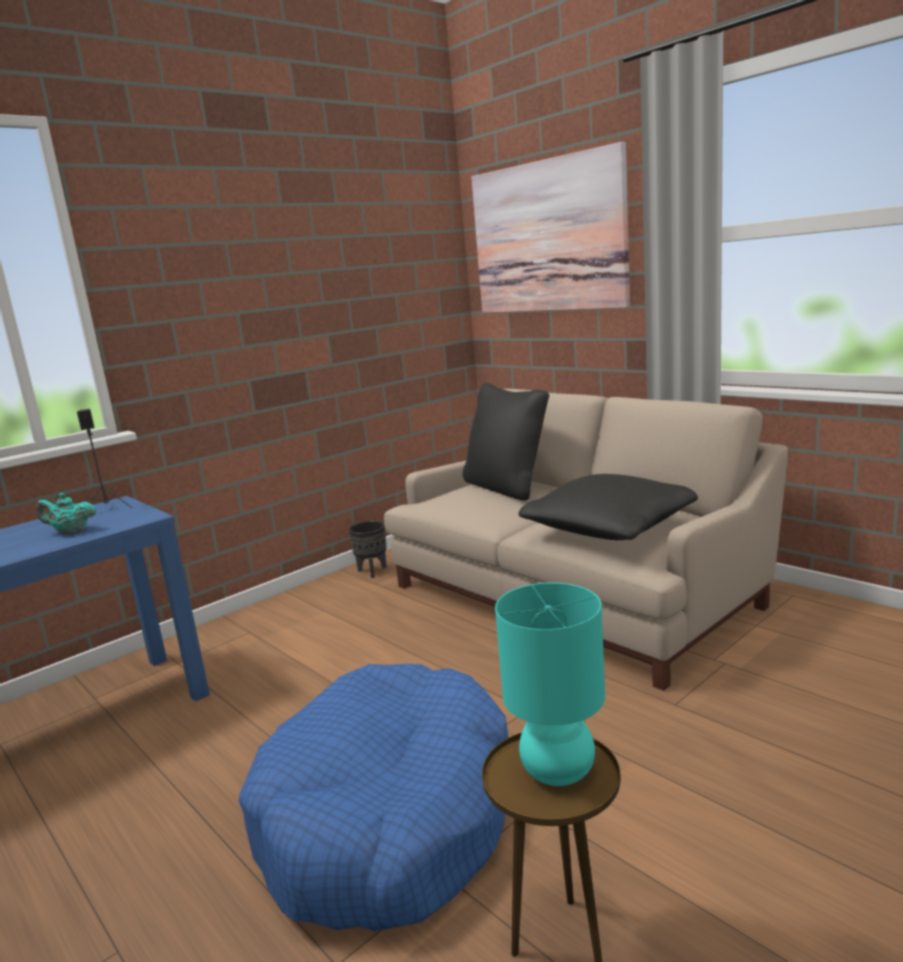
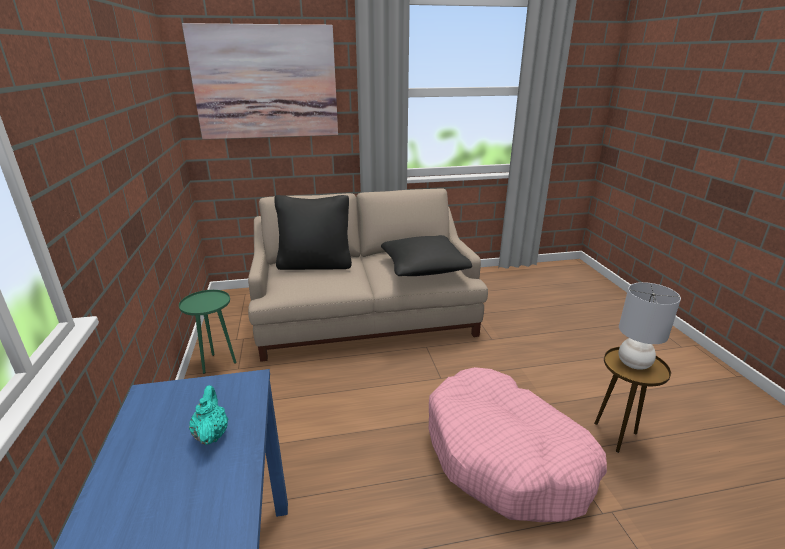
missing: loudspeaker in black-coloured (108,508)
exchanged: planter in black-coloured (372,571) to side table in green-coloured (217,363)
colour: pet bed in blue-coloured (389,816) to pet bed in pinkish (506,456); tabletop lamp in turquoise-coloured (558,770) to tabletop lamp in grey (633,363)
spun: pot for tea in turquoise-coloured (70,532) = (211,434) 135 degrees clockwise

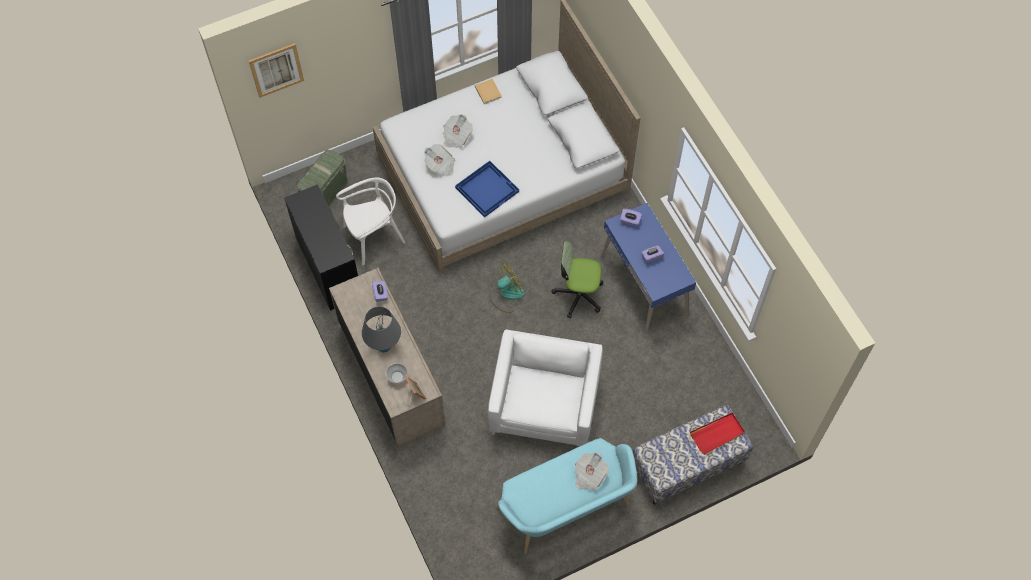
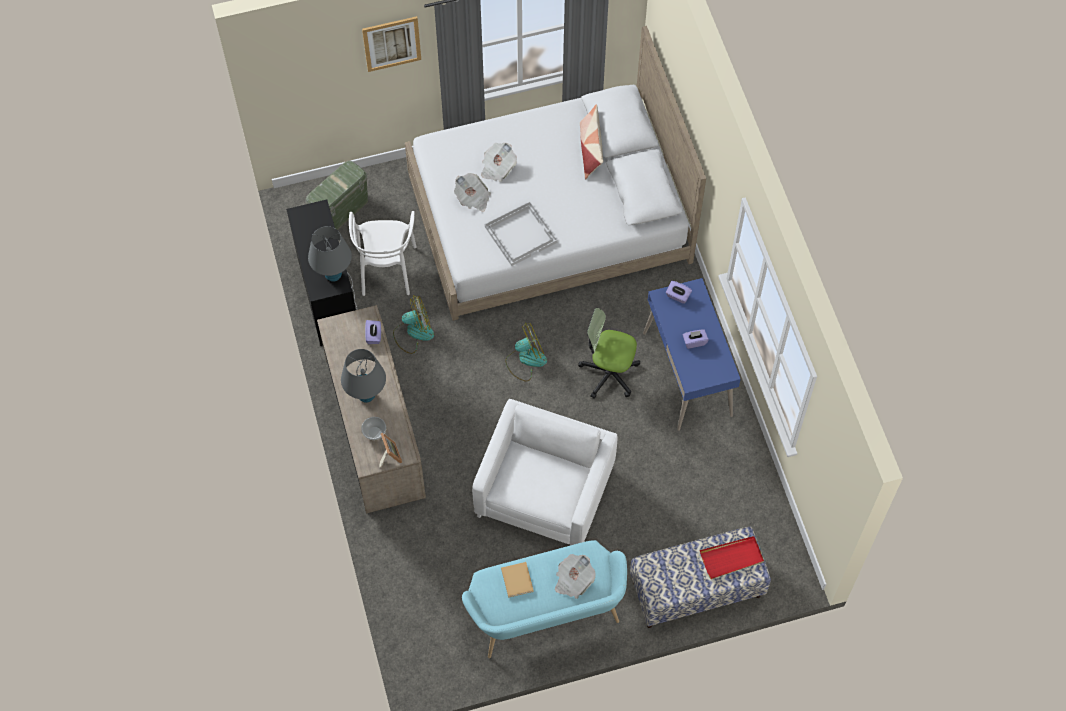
appeared: tabletop lamp in grey (333,275); fan (413,332); pillow (590,150)
relocated: picture (276,70) to (391,43); volume in beige (487,91) to (517,579)
colour: serving tray in blue-coloured (487,189) to serving tray in white (521,234)
spun: upright chair in white (374,237) = (386,269) 105 degrees clockwise

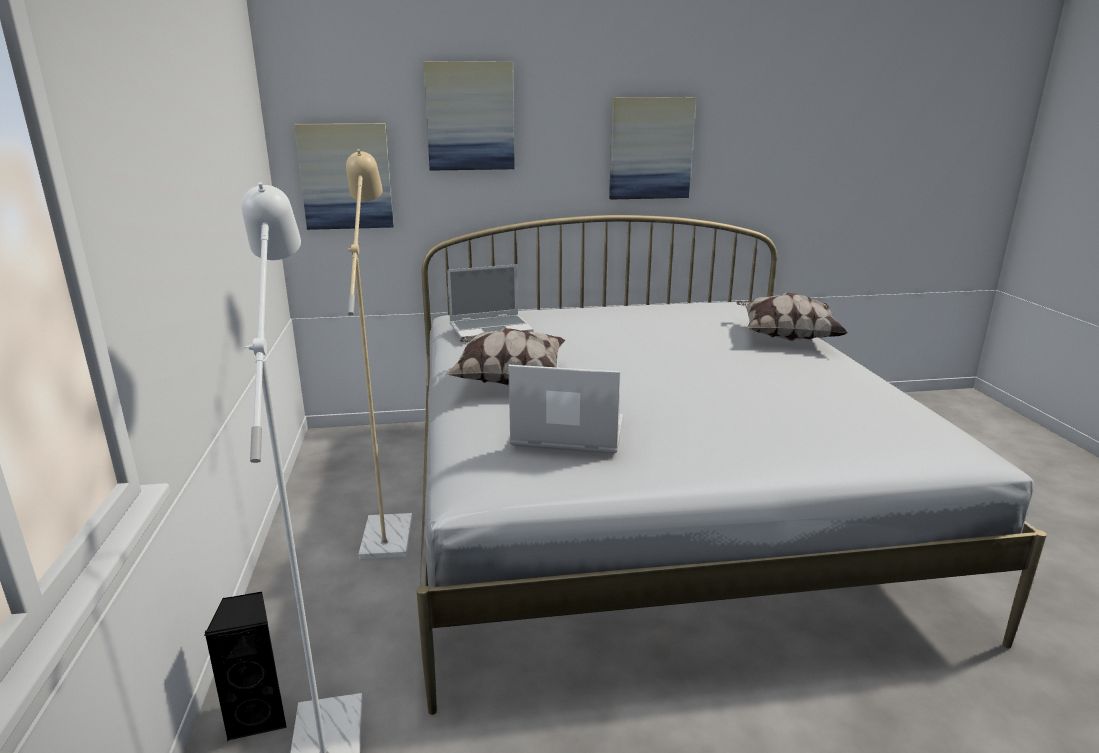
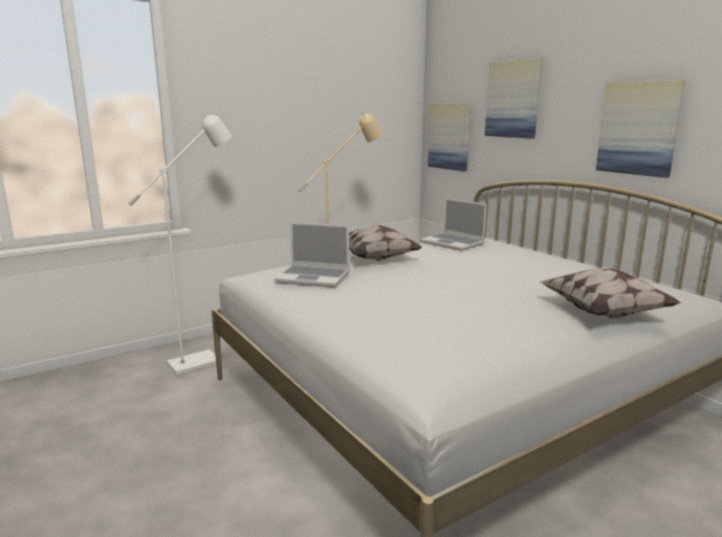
missing: loudspeaker in black-coloured (260,715)
spun: notebook computer (566,434) = (314,277) 120 degrees clockwise

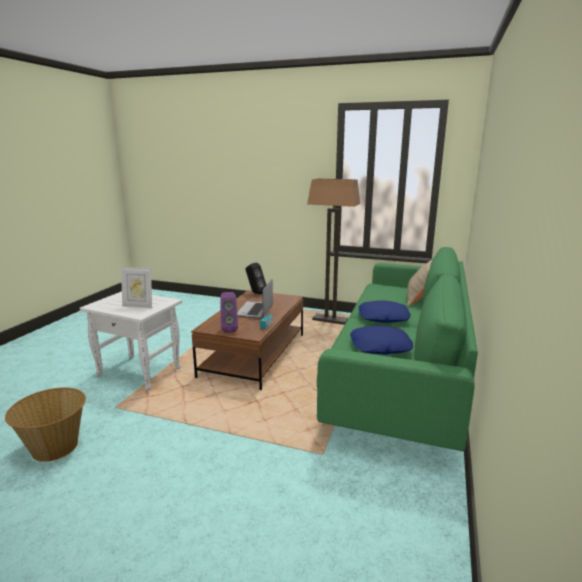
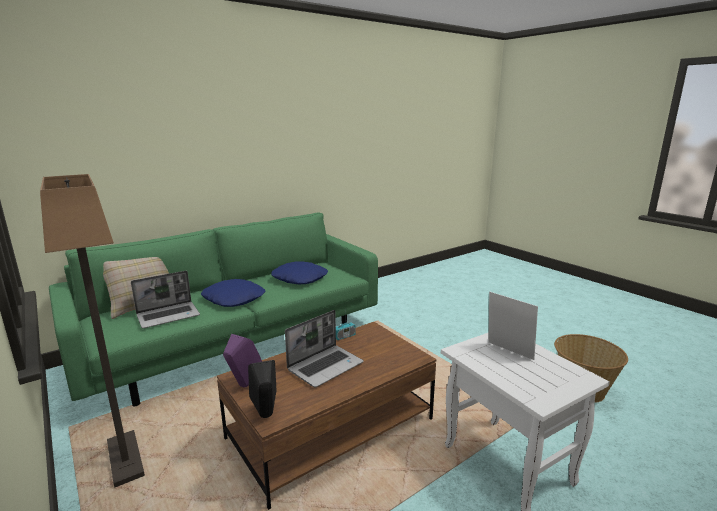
appeared: notebook computer (169,315)
relocated: loudspeaker in purple-coloured (229,329) to (245,386)

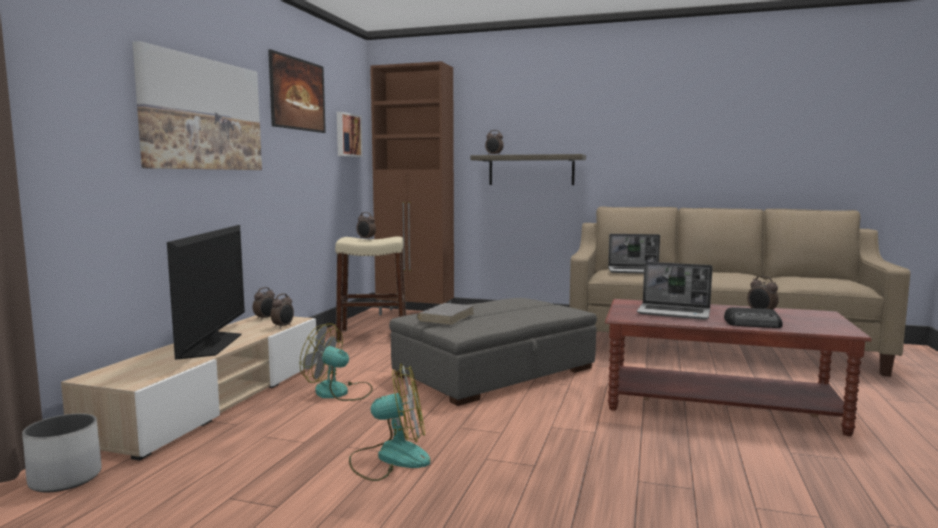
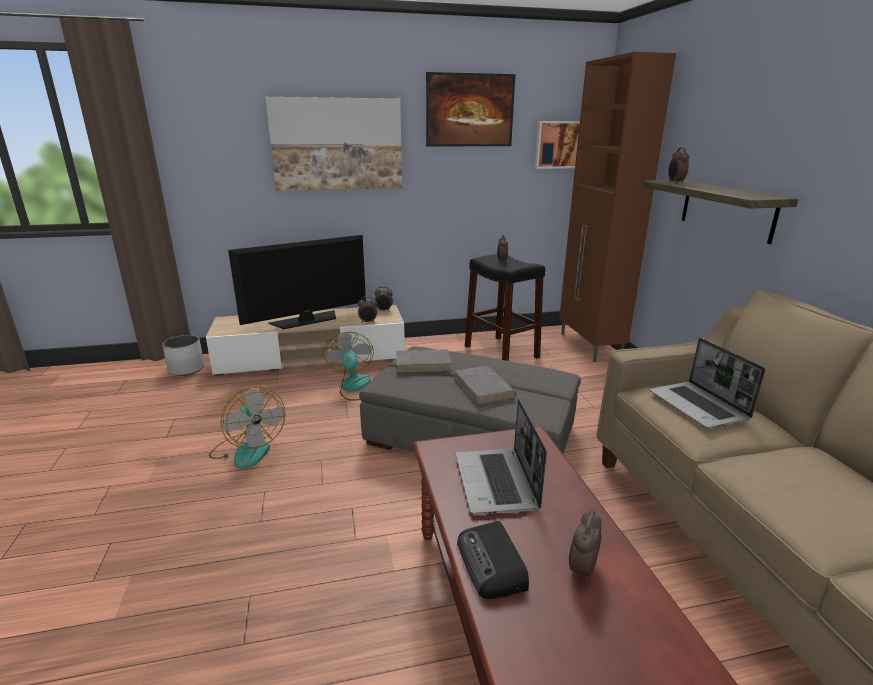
appeared: volume in grey (484,388)
colour: stool in beige (373,335) to stool in black-coloured (501,351)

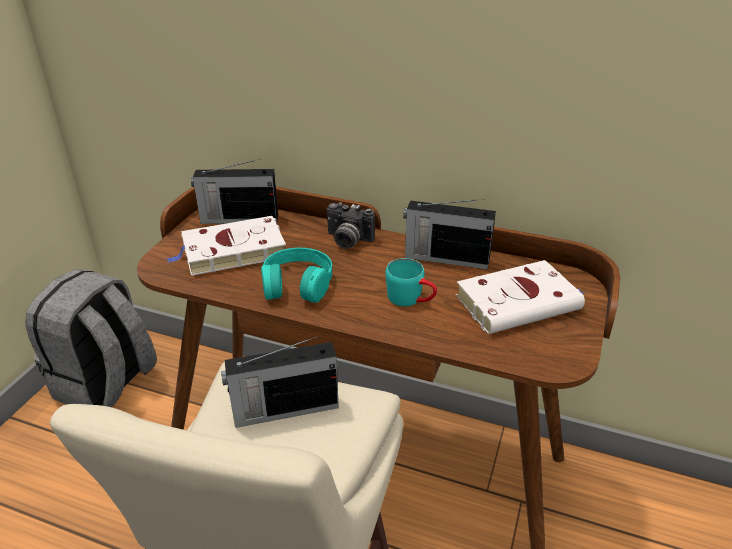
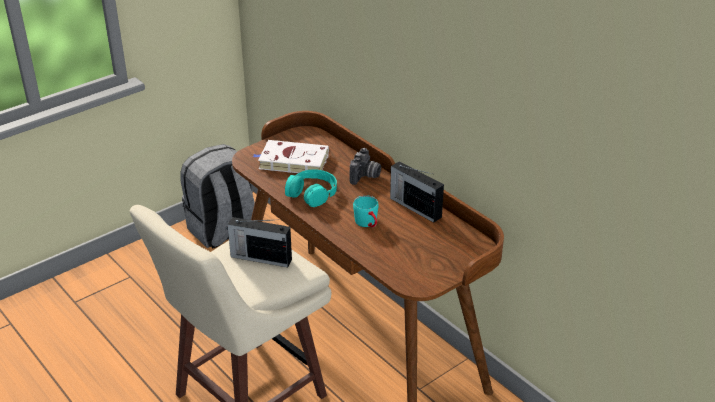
missing: radio (238,219); volume in white (520,302)
spun: photo camera (347,241) = (365,176) 120 degrees counterclockwise

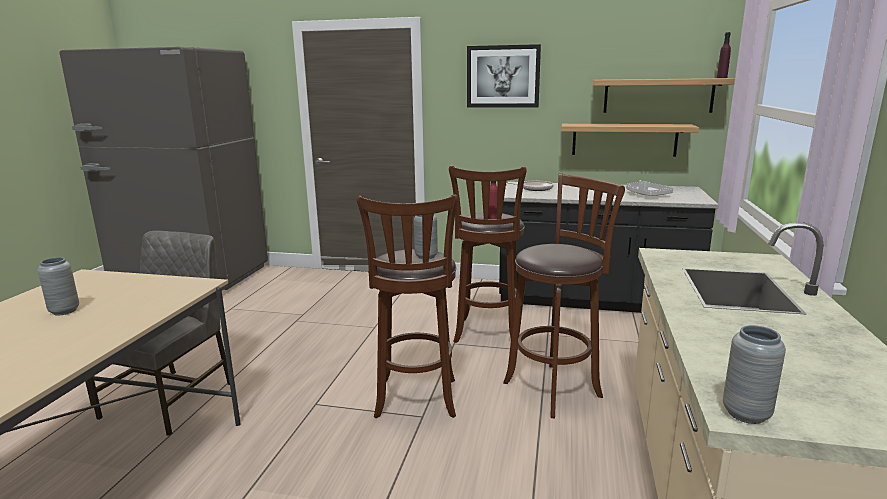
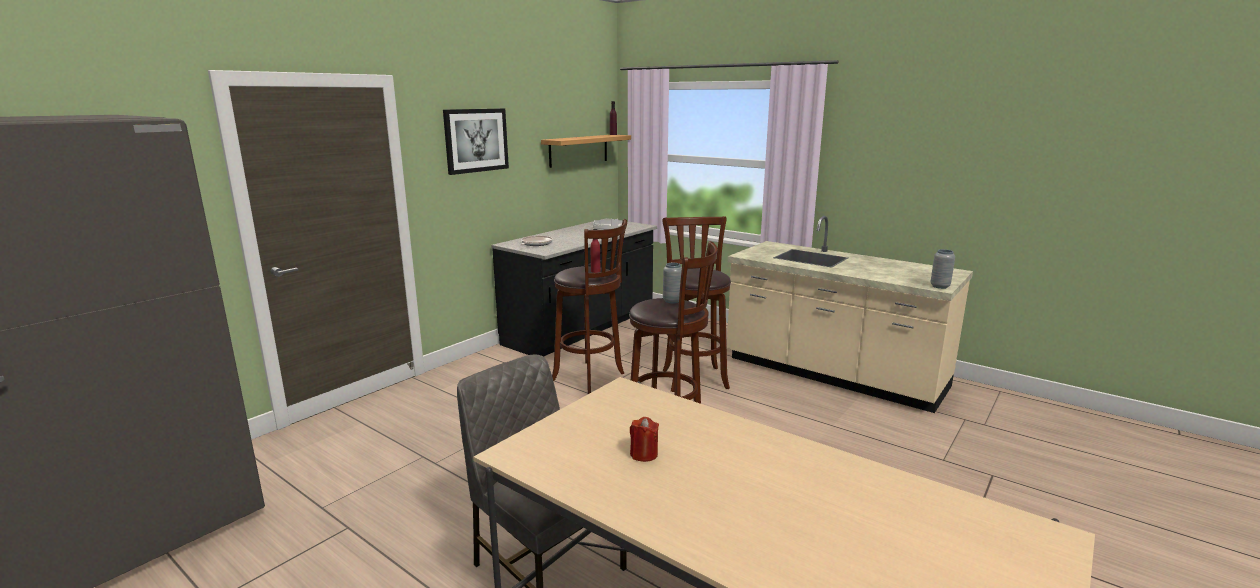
missing: bracket shelf (624,139)
exchanged: vase in grey (64,311) to candle in reddish (644,454)

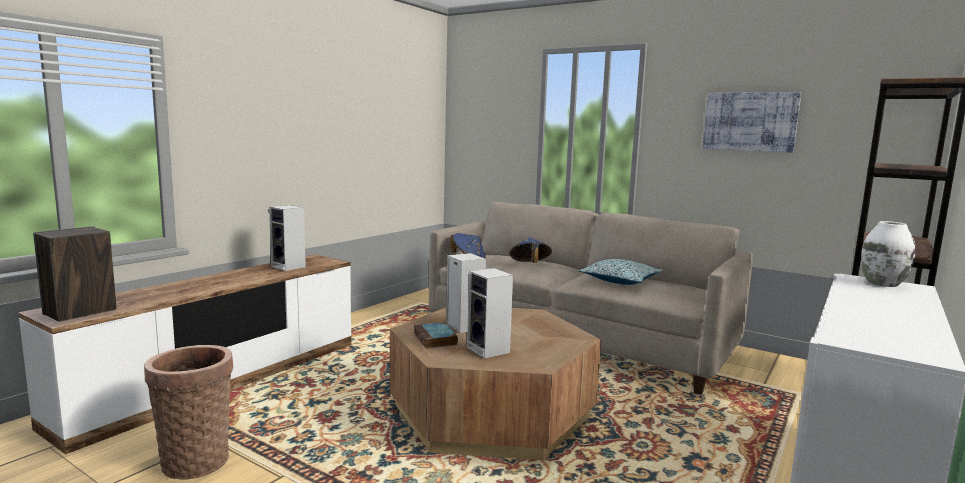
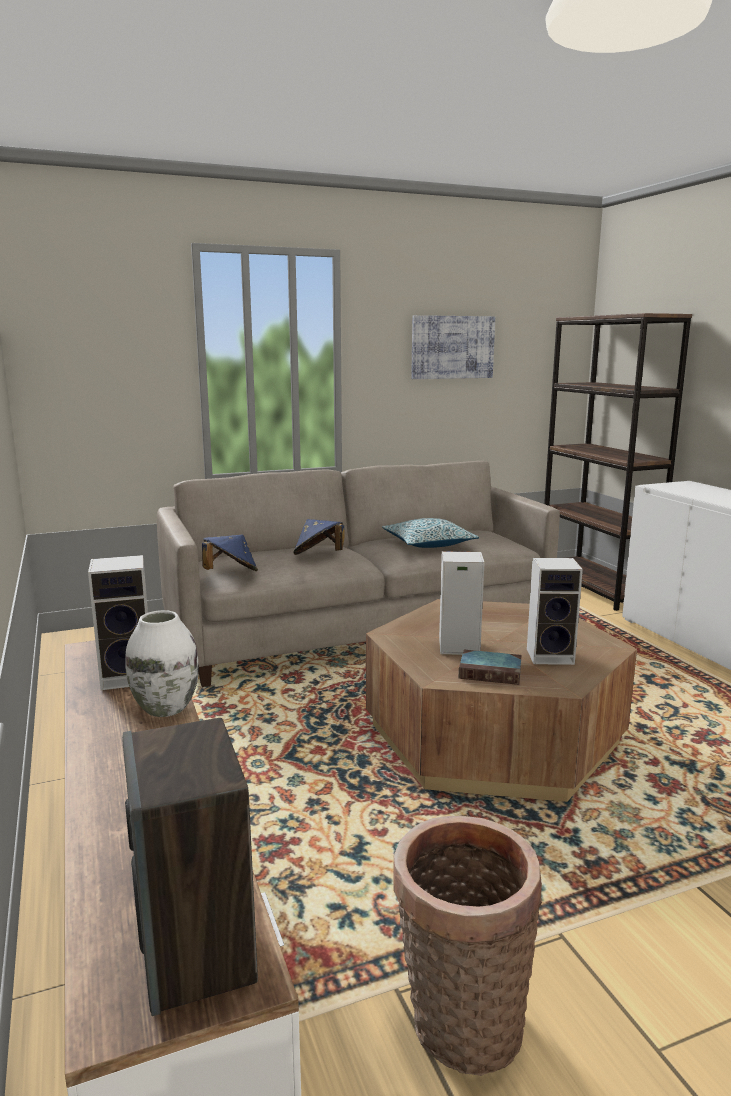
relocated: vase in white (882,283) to (165,707)

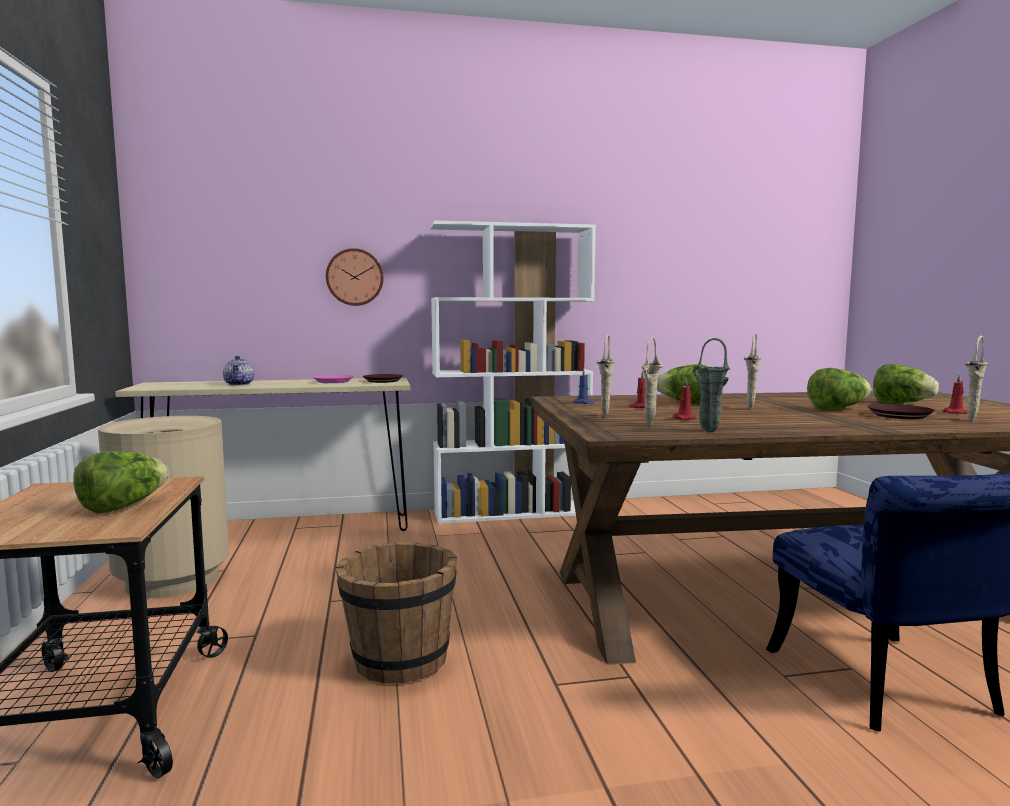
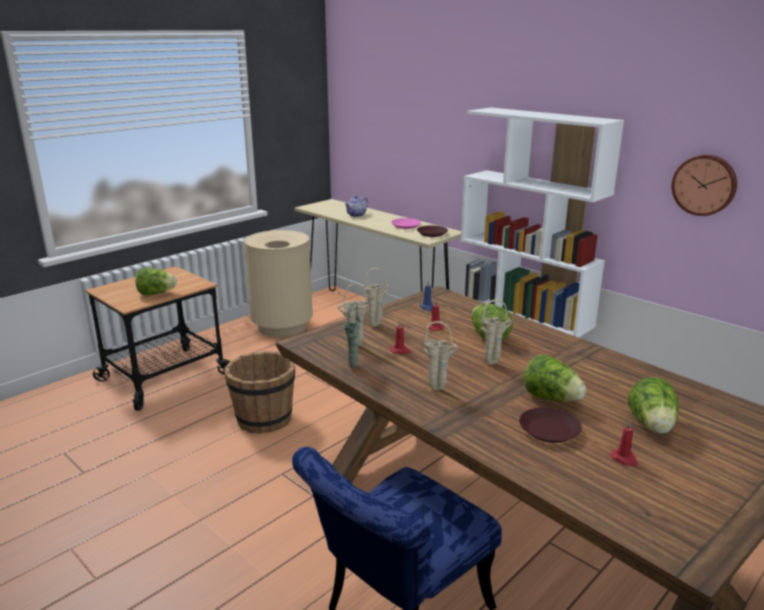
relocated: wall clock (354,277) to (704,185); vase in beige (971,420) to (439,390)

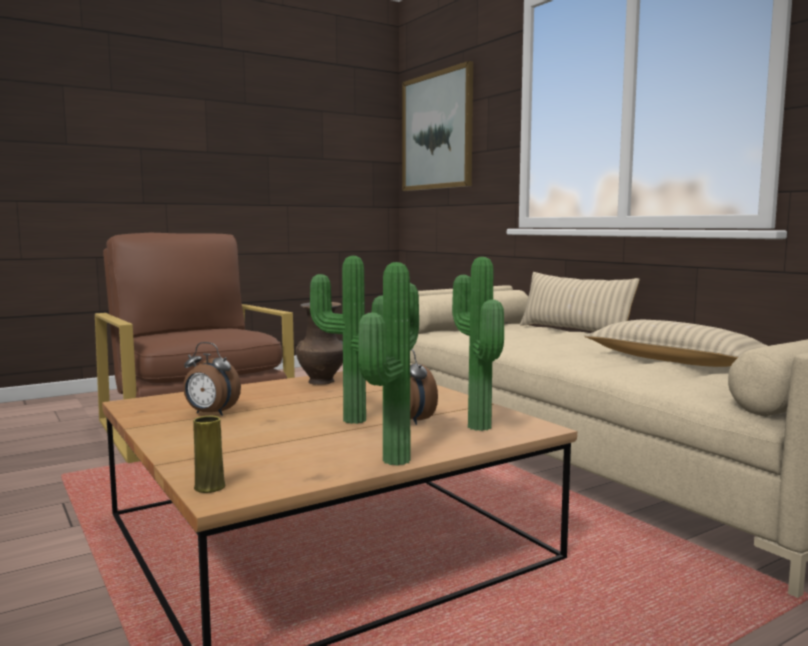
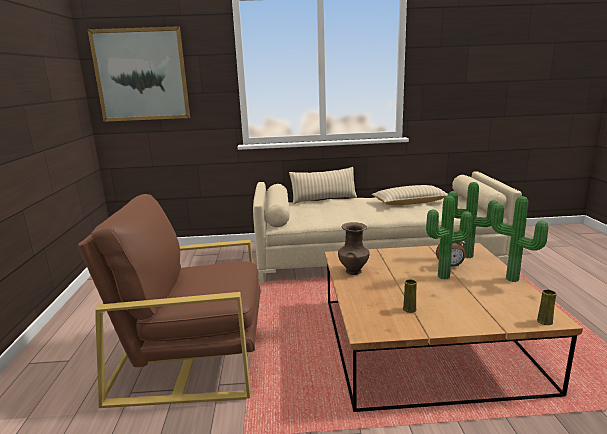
exchanged: alarm clock (210,414) to vase in yellow (409,309)

